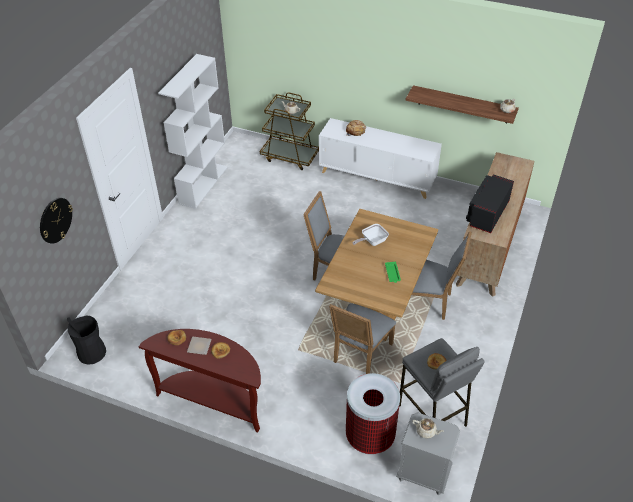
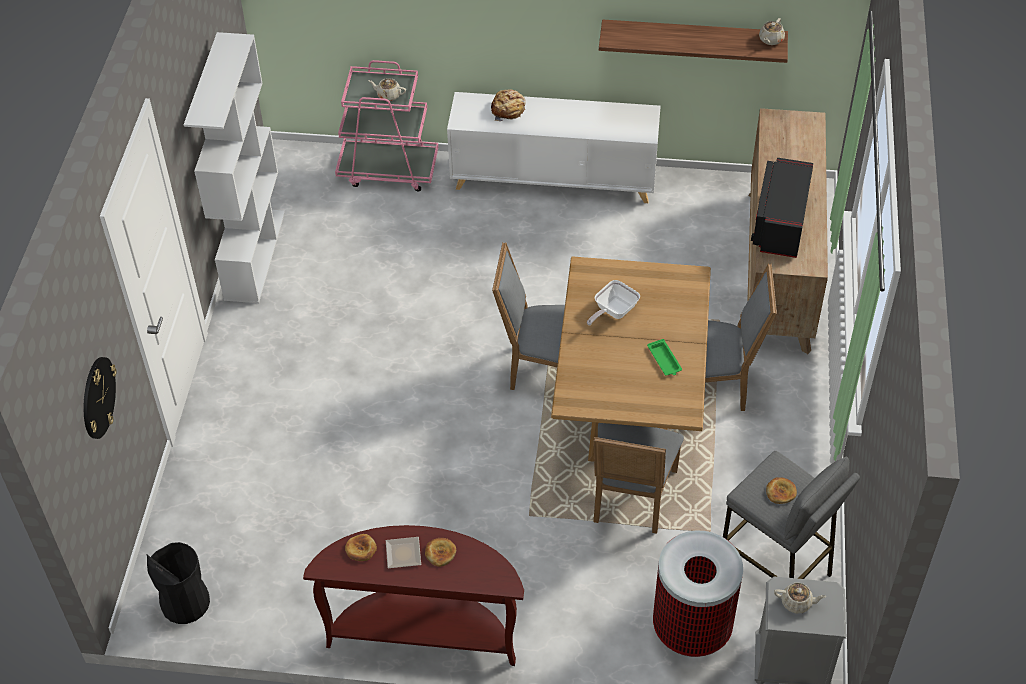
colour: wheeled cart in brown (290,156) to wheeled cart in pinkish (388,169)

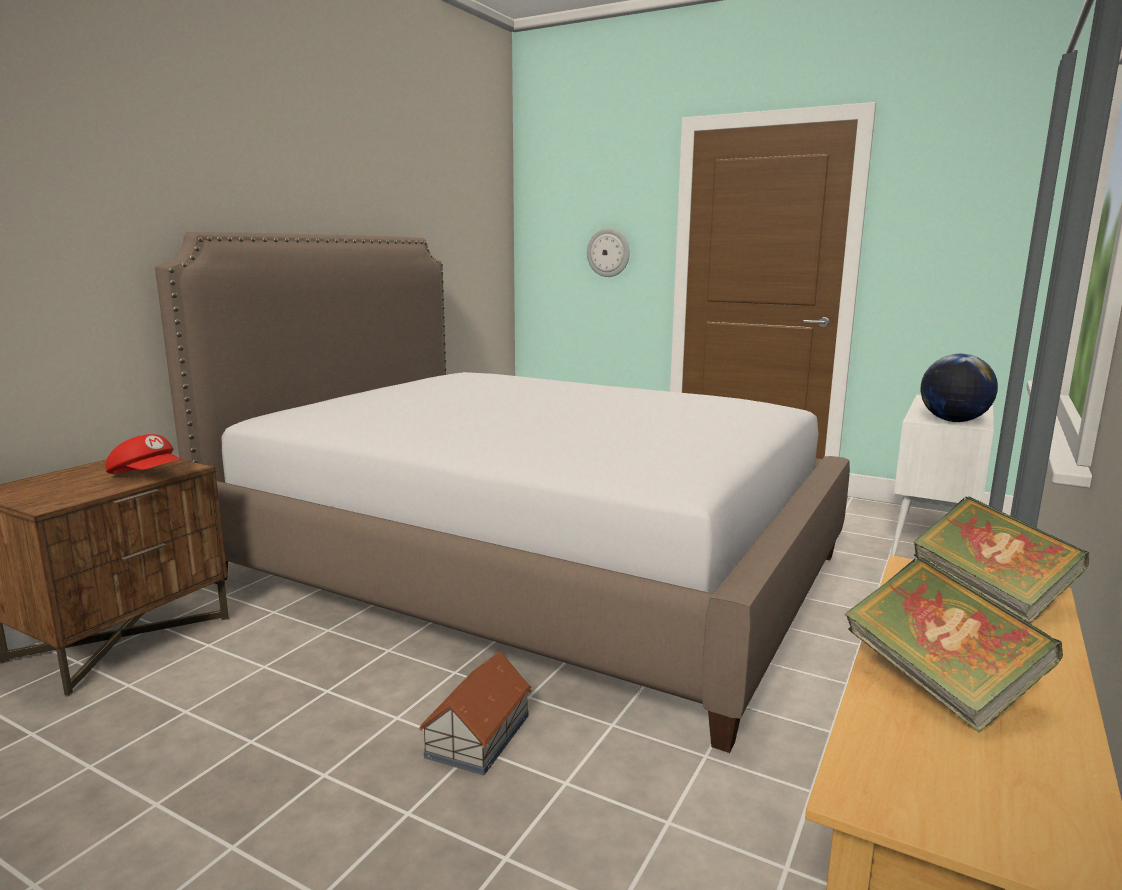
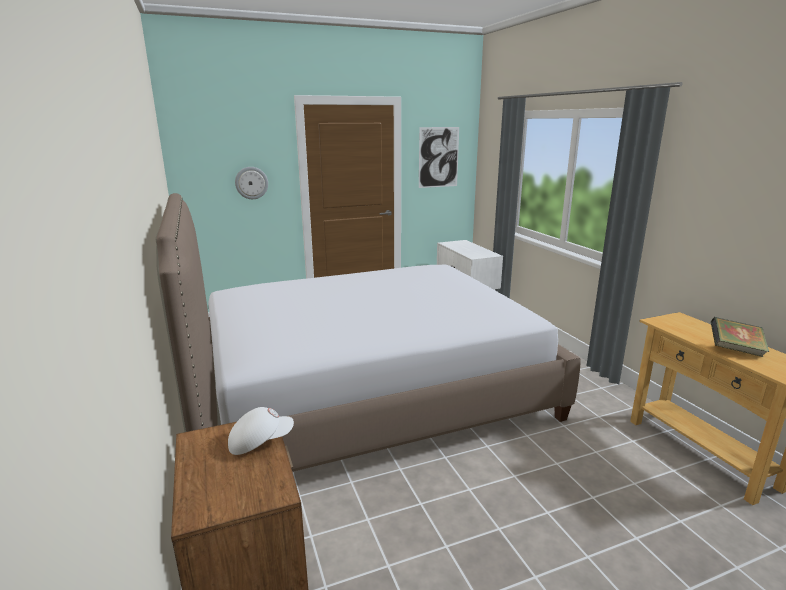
missing: model house (477,736); volume (990,593); desk globe (953,421)
appeared: picture (438,157)
colour: peaked cap in reddish (147,476) to peaked cap in white (260,441)

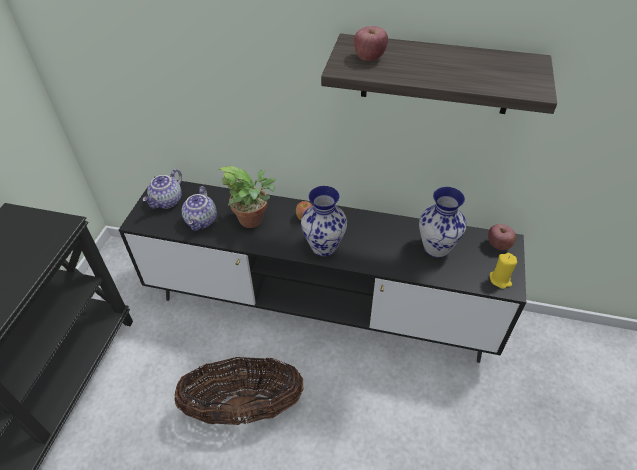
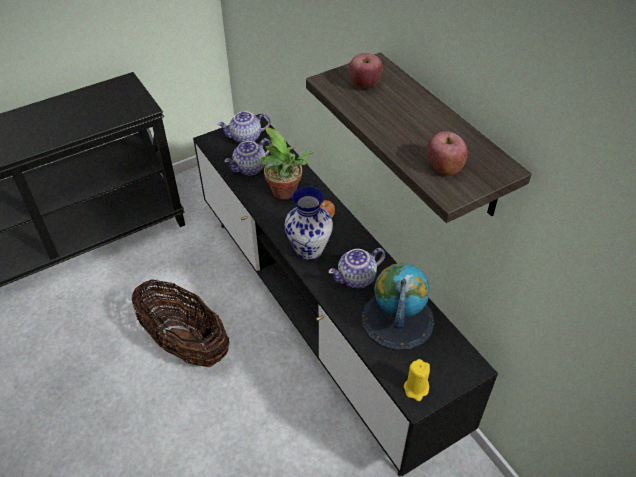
appeared: pot for tea (356,279)
relocated: apple (498,245) to (444,167)
exchanged: vase (435,248) to desk globe (397,319)

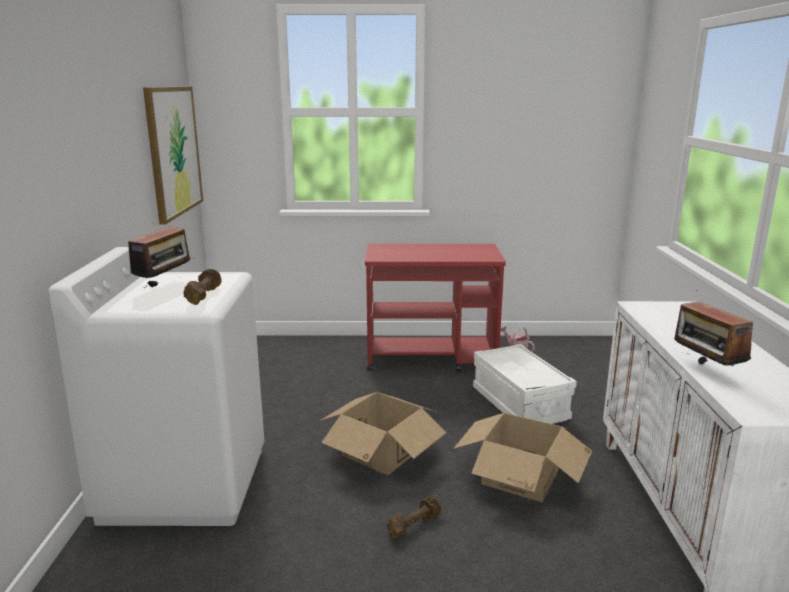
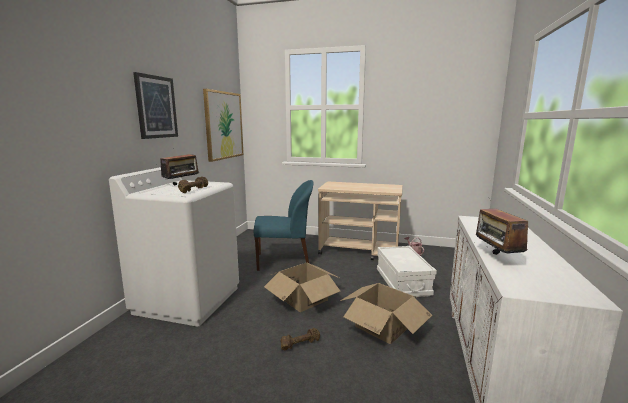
appeared: picture (156,107); upright chair in blue-coloured (284,261)
colour: wheeled cart in reddish (432,358) to wheeled cart in beige (359,251)

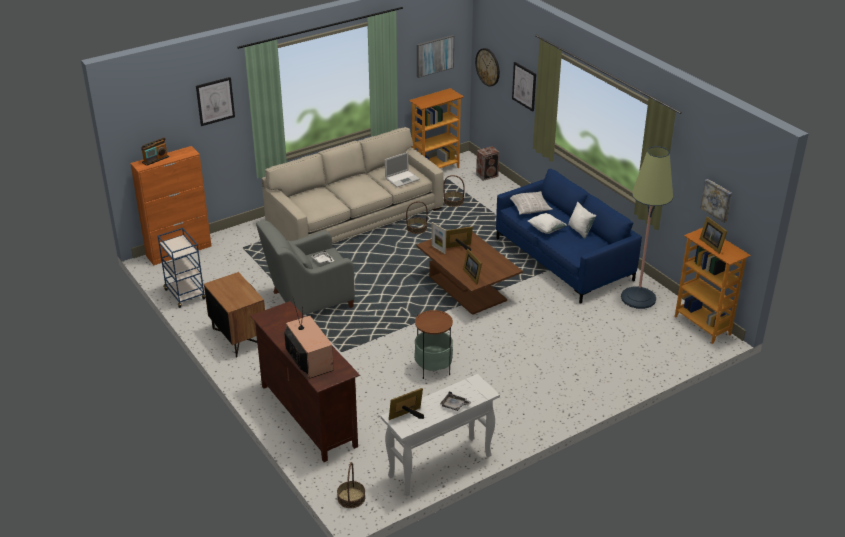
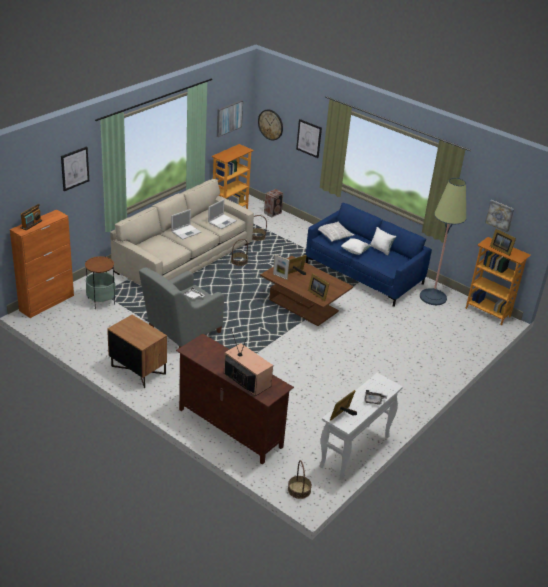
missing: wheeled cart in blue-coloured (185,295)
appeared: notebook computer (186,232)
relocated: side table (433,368) to (101,301)

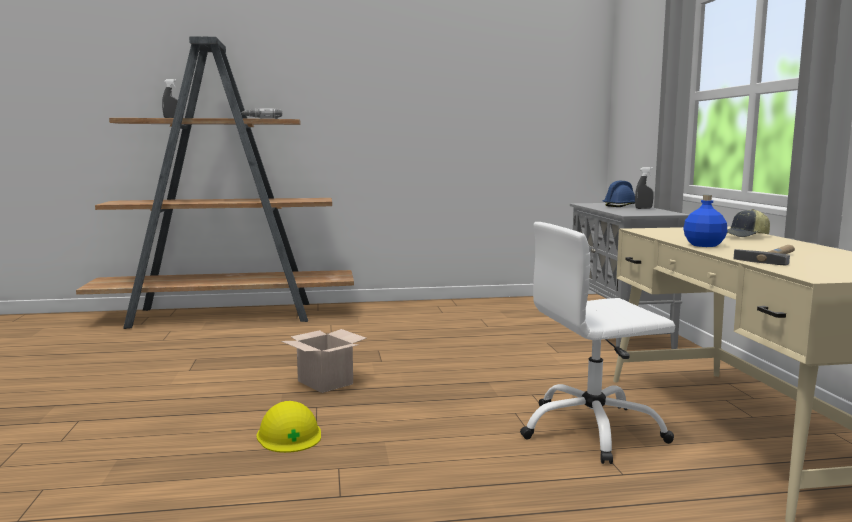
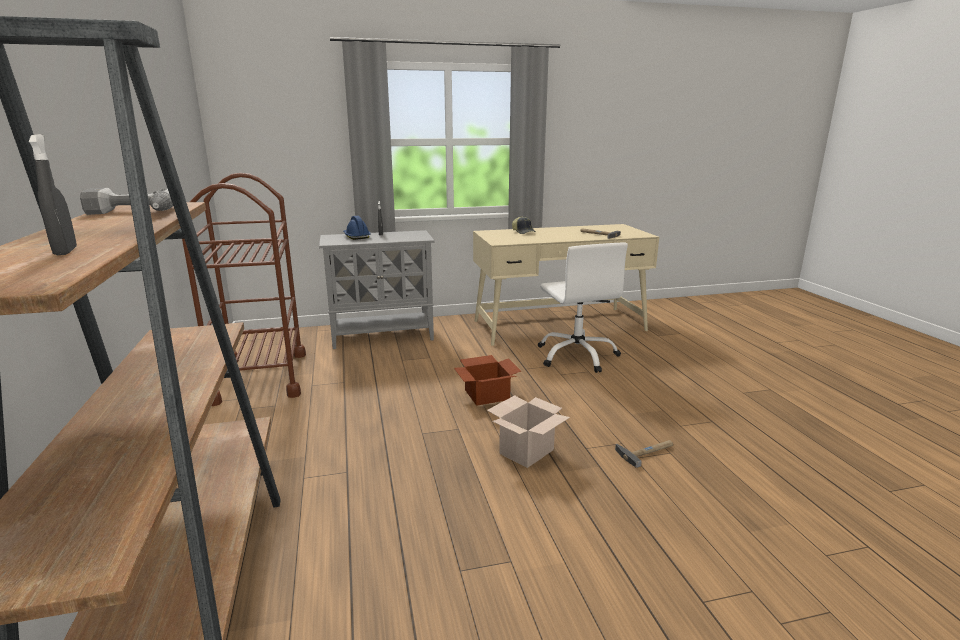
missing: drink bottle in blue-coloured (704,245)
appeared: wheeled cart in brown (260,377); packing box (487,394)
exchanged: safety helmet in yellow (289,435) to hammer (646,452)

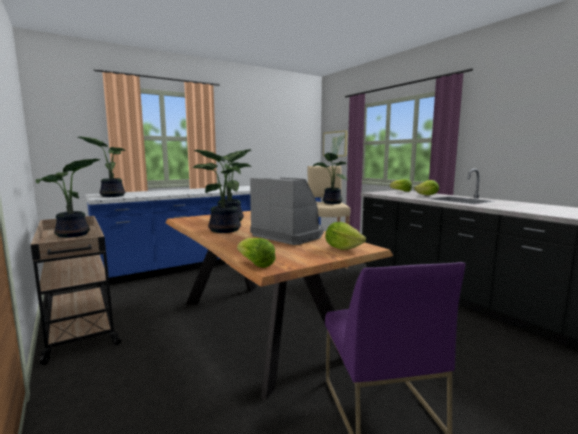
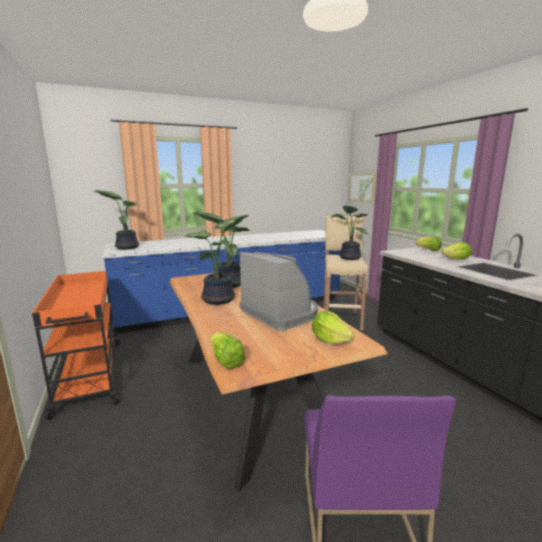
missing: potted plant (73,235)
colour: wheeled cart in beige (80,324) to wheeled cart in orangey (89,376)

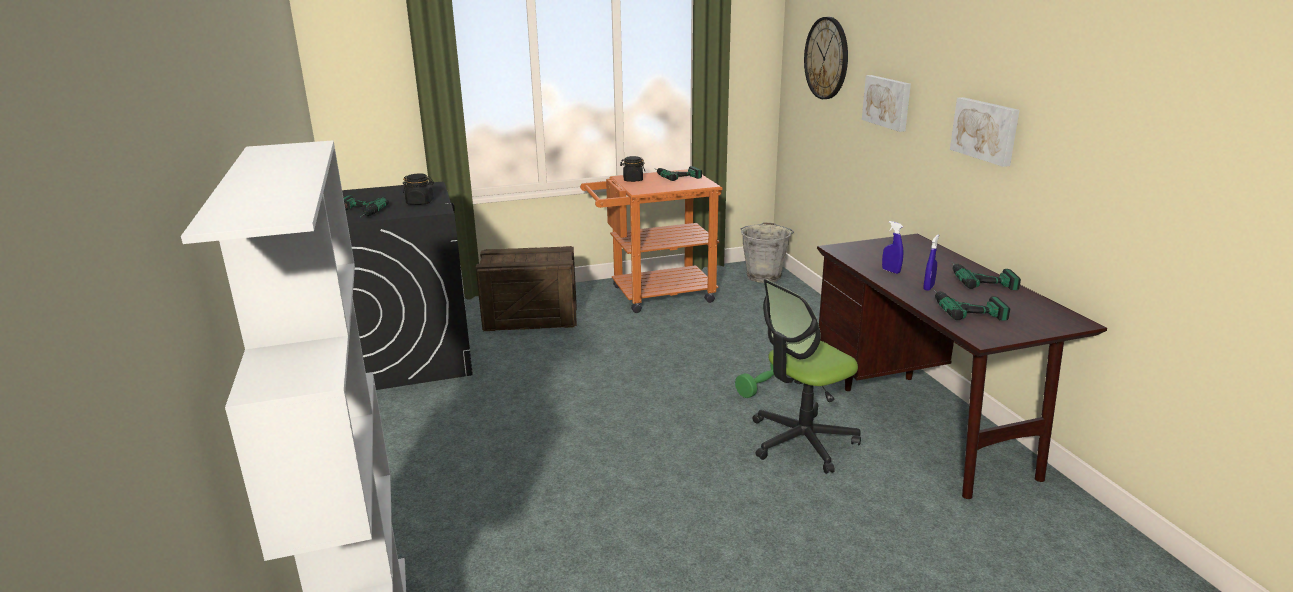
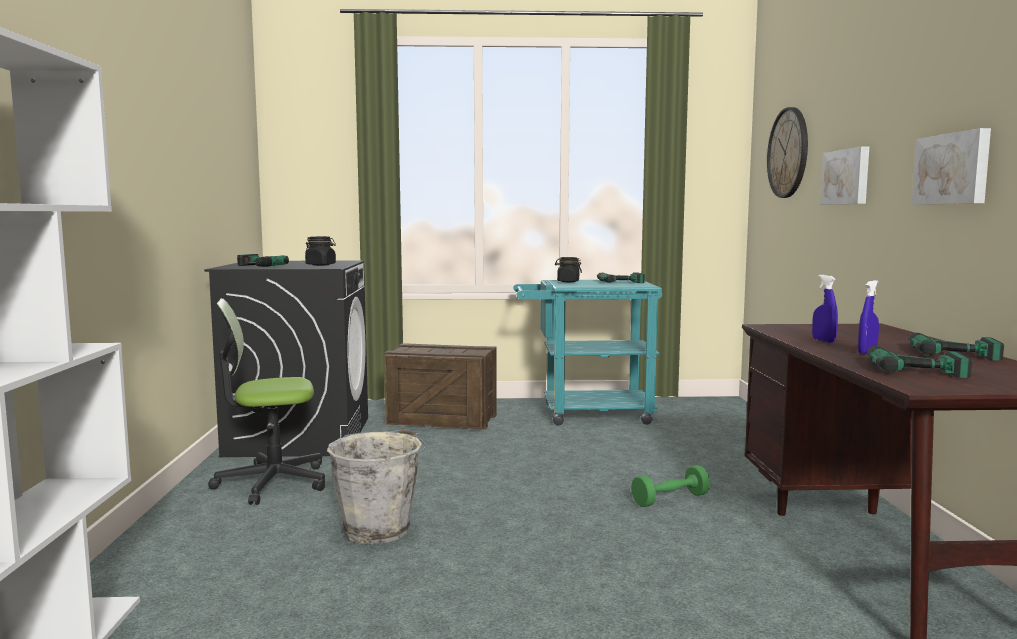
relocated: water bucket in grey (764,276) to (379,529); office chair (802,441) to (272,482)
colour: wheeled cart in orangey (653,295) to wheeled cart in turquoise-coloured (585,414)

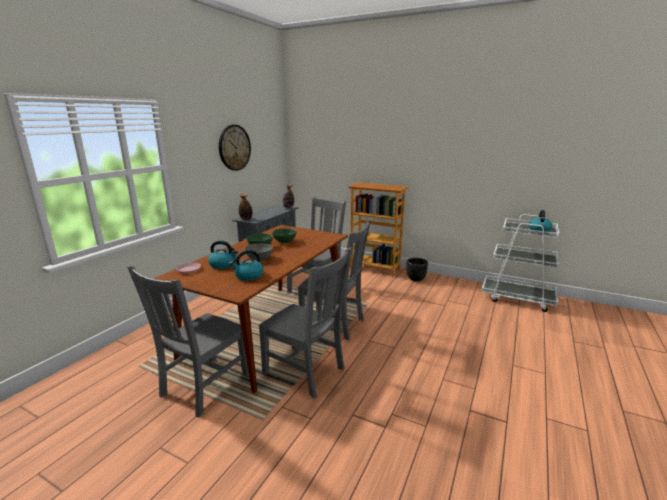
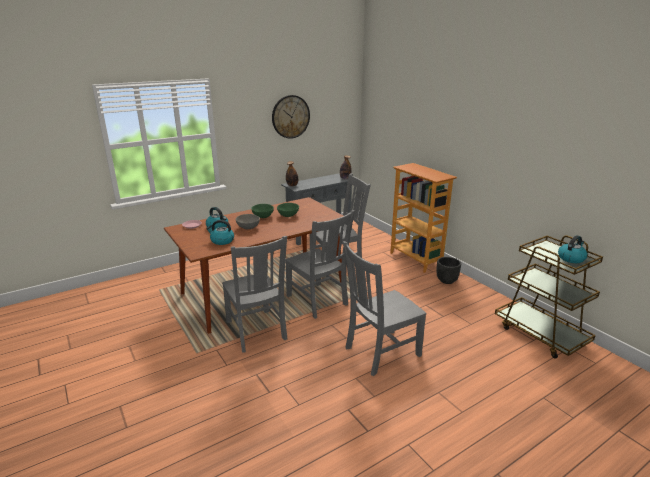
relocated: upright chair in grey (203,387) to (380,352)
colour: wheeled cart in white (517,298) to wheeled cart in brown (540,334)

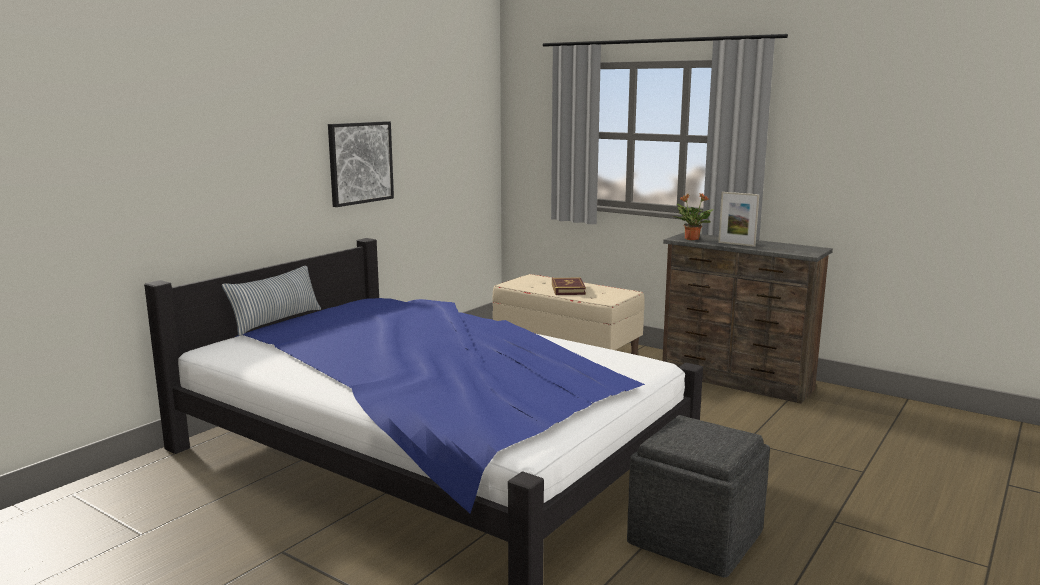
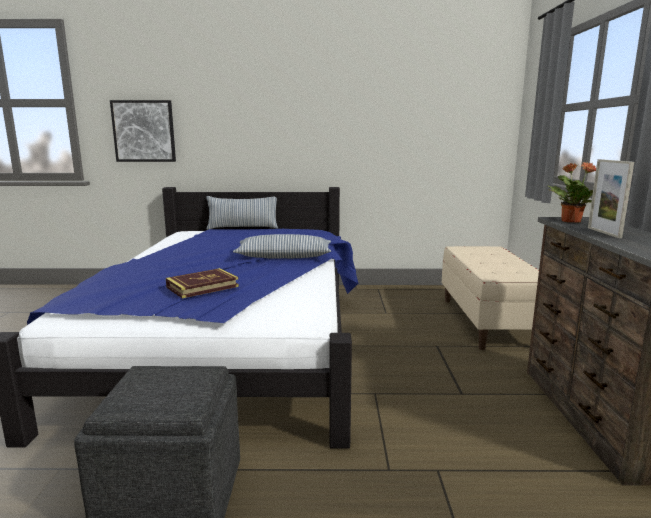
appeared: pillow (284,257)
relocated: picture (360,162) to (144,131); volume (568,289) to (202,287)

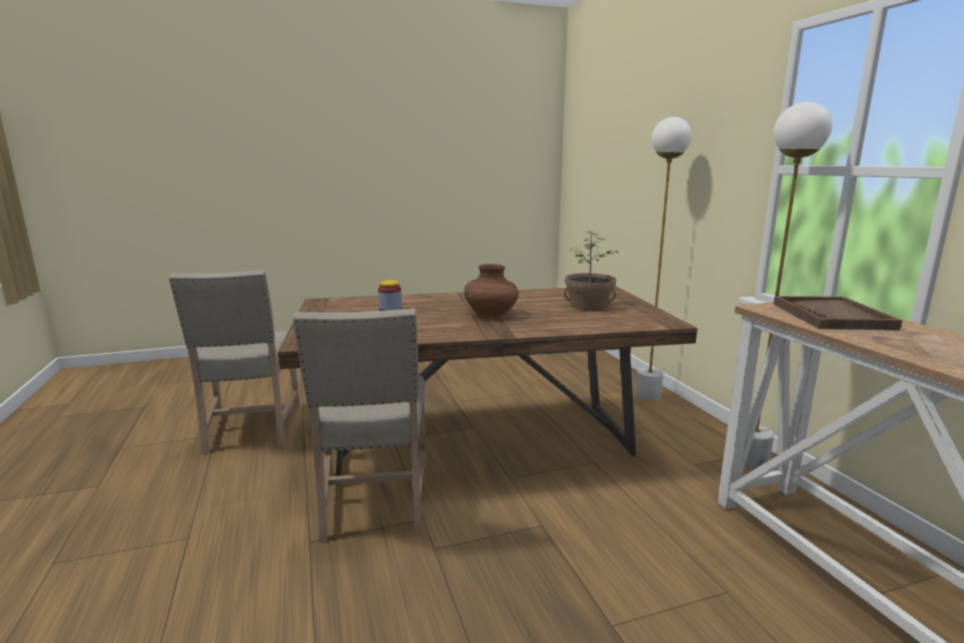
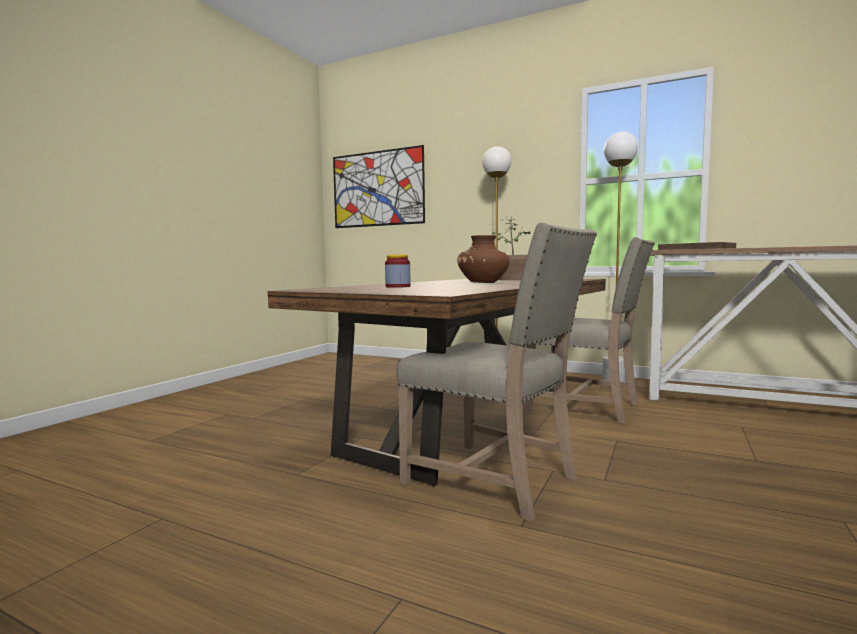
appeared: picture (377,189)
relocated: upright chair in beige (251,429) to (587,407)

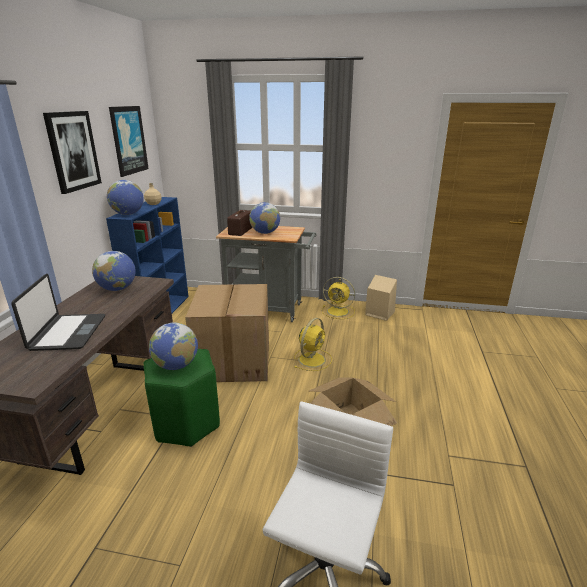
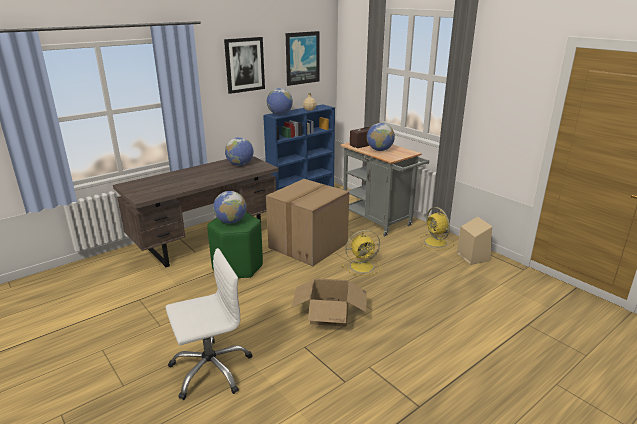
missing: notebook computer (67,333)

